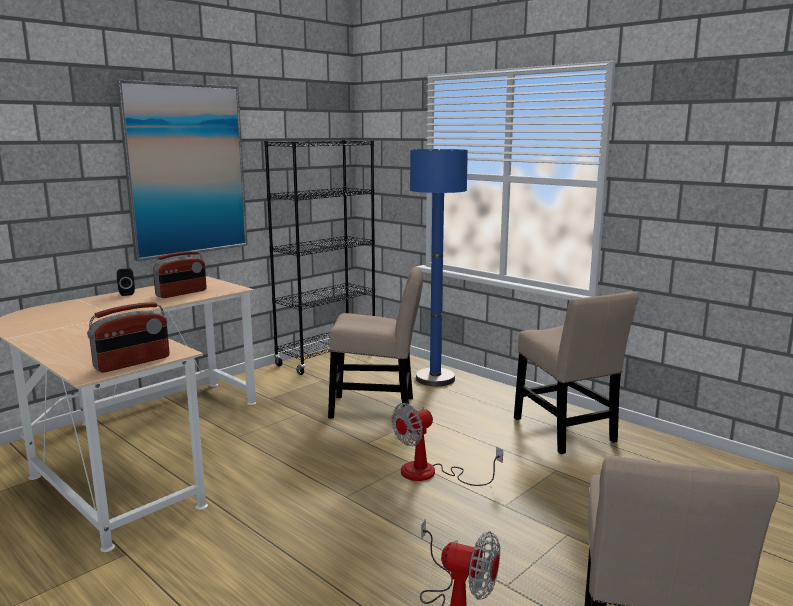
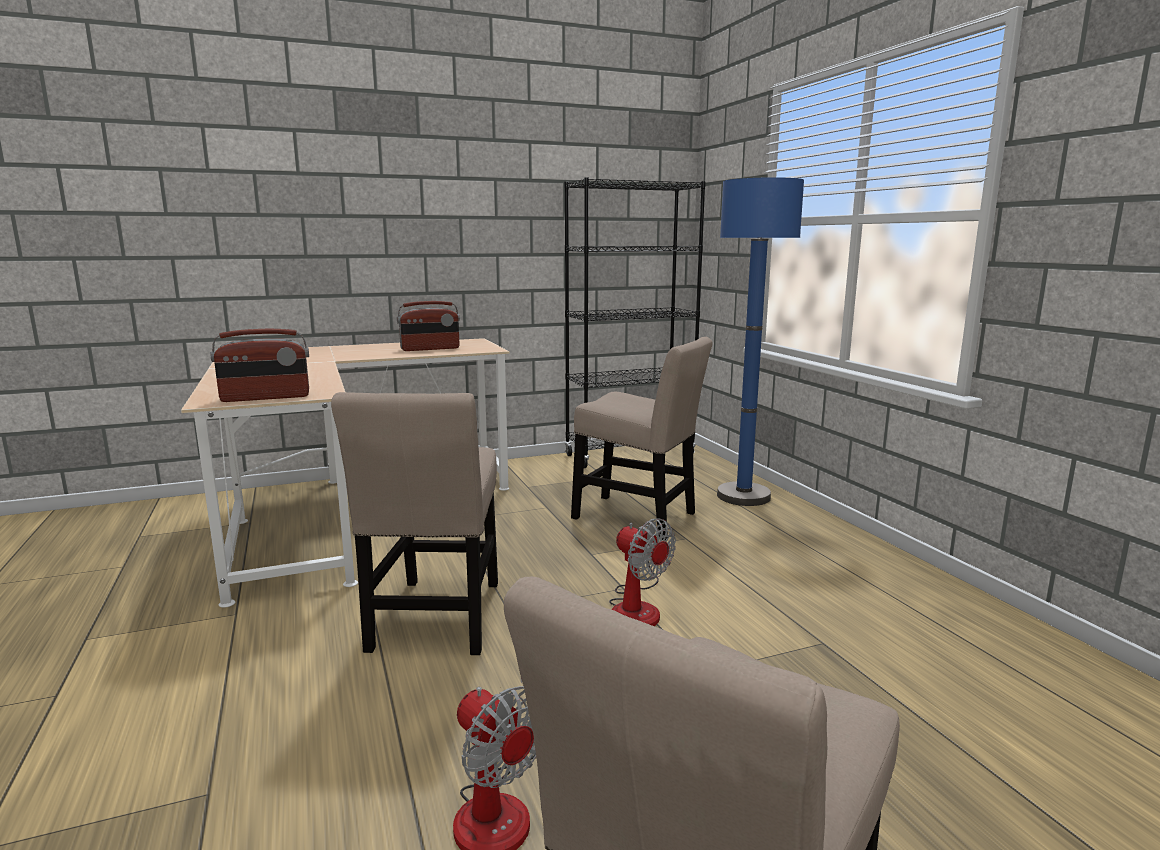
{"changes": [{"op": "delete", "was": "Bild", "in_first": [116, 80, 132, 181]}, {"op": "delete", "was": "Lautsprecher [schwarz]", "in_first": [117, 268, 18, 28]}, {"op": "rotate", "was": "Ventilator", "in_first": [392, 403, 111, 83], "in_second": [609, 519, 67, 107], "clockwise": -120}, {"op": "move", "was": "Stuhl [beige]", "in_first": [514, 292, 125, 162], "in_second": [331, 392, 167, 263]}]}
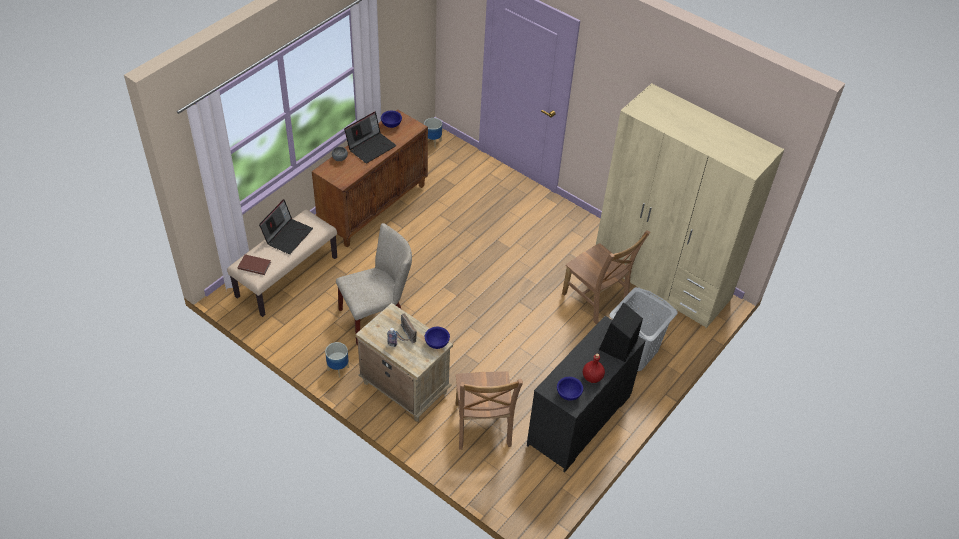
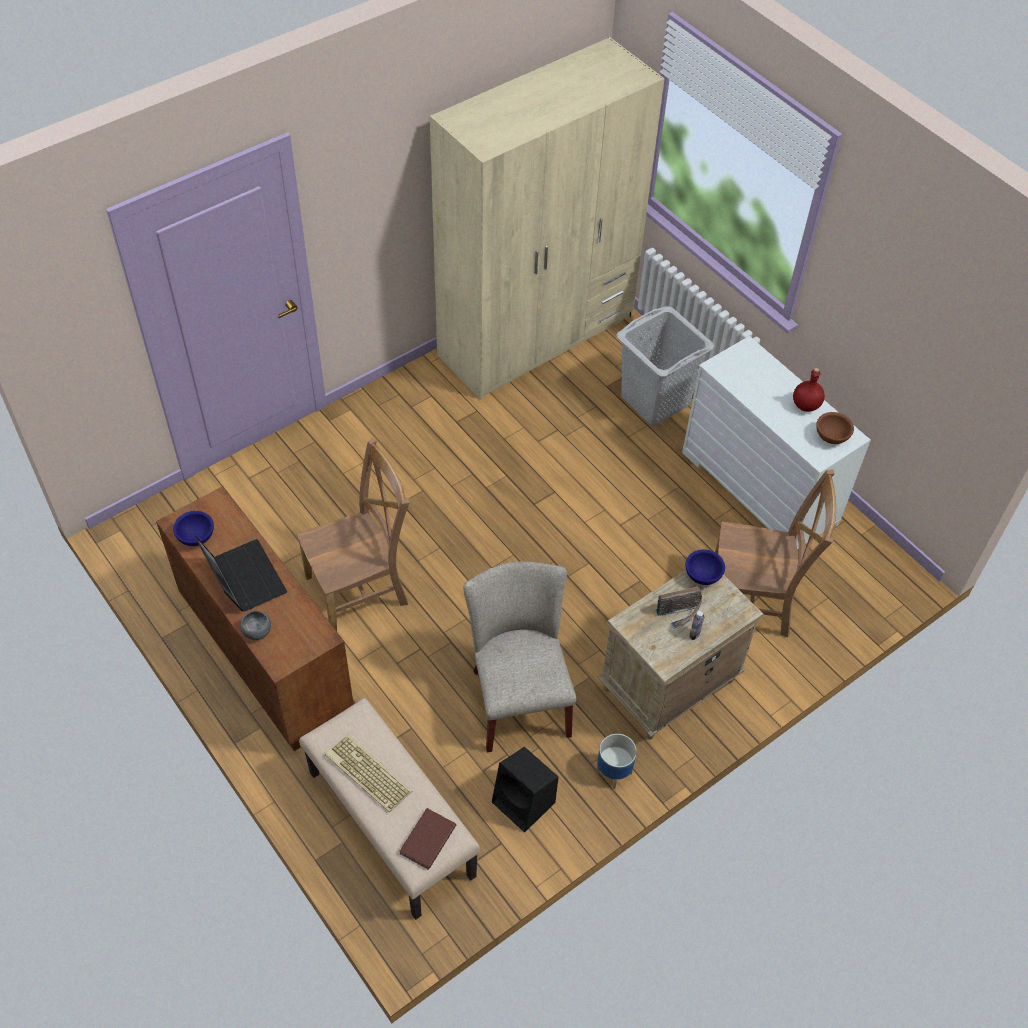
{"changes": [{"op": "replace", "was": "Laptop", "now": "Tastatur", "in_first": [259, 199, 54, 55], "in_second": [325, 734, 87, 78]}, {"op": "delete", "was": "Pflanzkübel", "in_first": [424, 118, 18, 30]}, {"op": "recolor", "was": "Kommode [schwarz]", "now": "Kommode [weiß]", "in_first": [527, 316, 118, 156], "in_second": [682, 336, 189, 213]}, {"op": "recolor", "was": "Schüssel [blau]", "now": "Schüssel [braun]", "in_first": [557, 377, 26, 24], "in_second": [816, 412, 38, 32]}, {"op": "move", "was": "Stuhl [braun]", "in_first": [562, 230, 88, 94], "in_second": [297, 438, 112, 193]}, {"op": "move", "was": "Lautsprecher [schwarz]", "in_first": [599, 302, 44, 60], "in_second": [492, 747, 67, 85]}]}
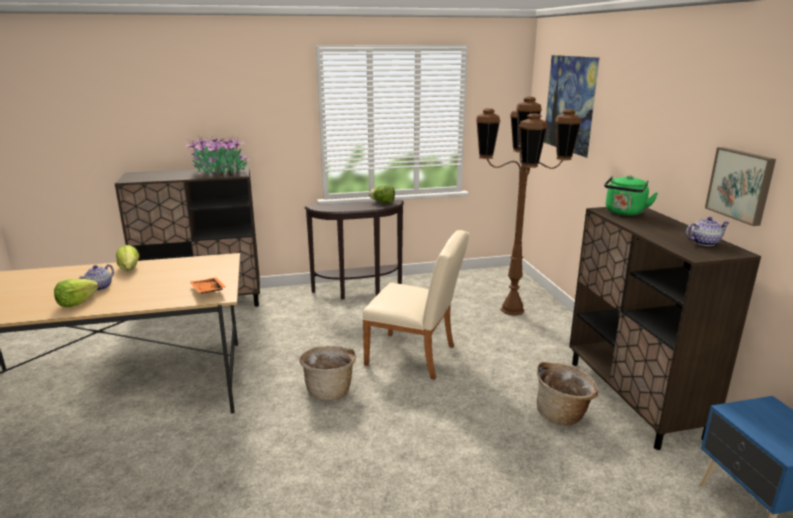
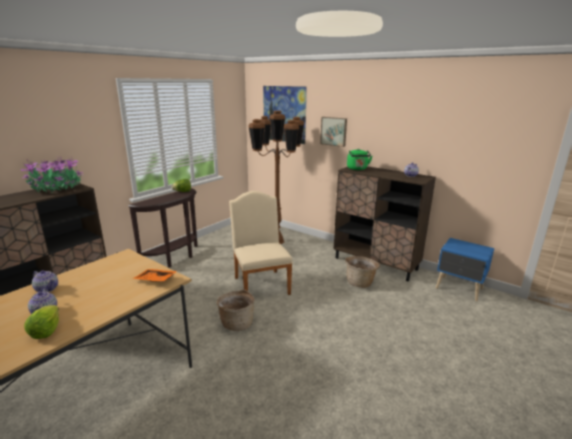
{"changes": [{"op": "replace", "was": "Salatkopf", "now": "Teekanne", "in_first": [116, 245, 24, 26], "in_second": [32, 270, 26, 22]}, {"op": "rotate", "was": "Stuhl [beige]", "in_first": [362, 230, 107, 150], "in_second": [229, 191, 64, 104], "clockwise": -90}, {"op": "move", "was": "Bild", "in_first": [705, 147, 71, 79], "in_second": [320, 117, 27, 30]}]}
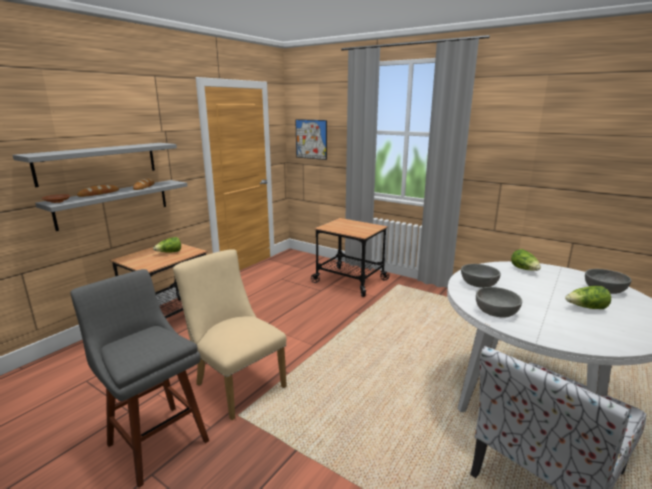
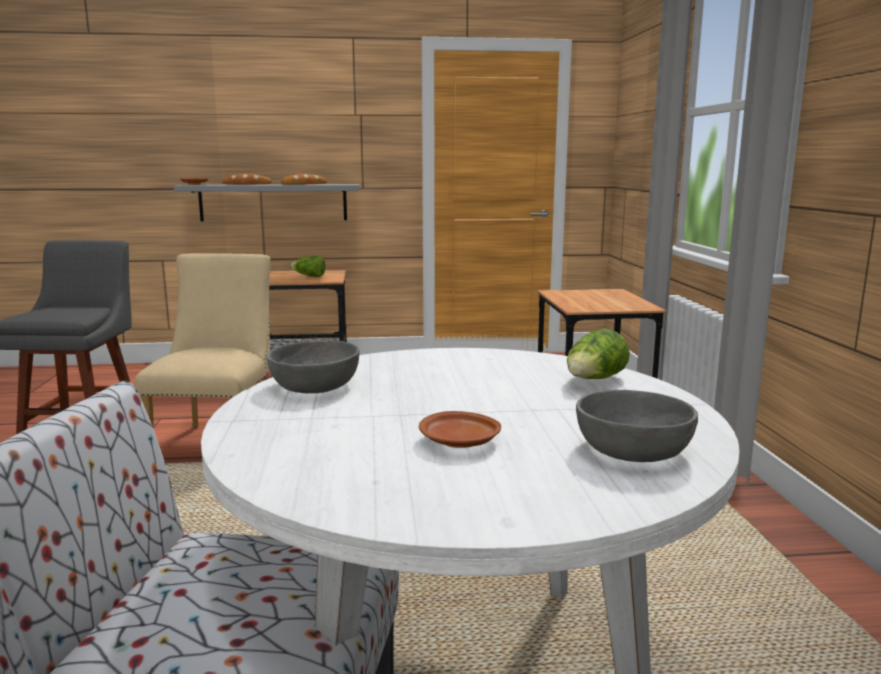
{"changes": [{"op": "delete", "was": "Wandregal [grau]", "in_first": [13, 143, 164, 44]}, {"op": "delete", "was": "Bild", "in_first": [295, 119, 32, 41]}, {"op": "delete", "was": "Schüssel [grau]", "in_first": [461, 264, 40, 24]}, {"op": "replace", "was": "Salatkopf", "now": "Teller [braun]", "in_first": [565, 286, 46, 23], "in_second": [419, 411, 82, 37]}]}
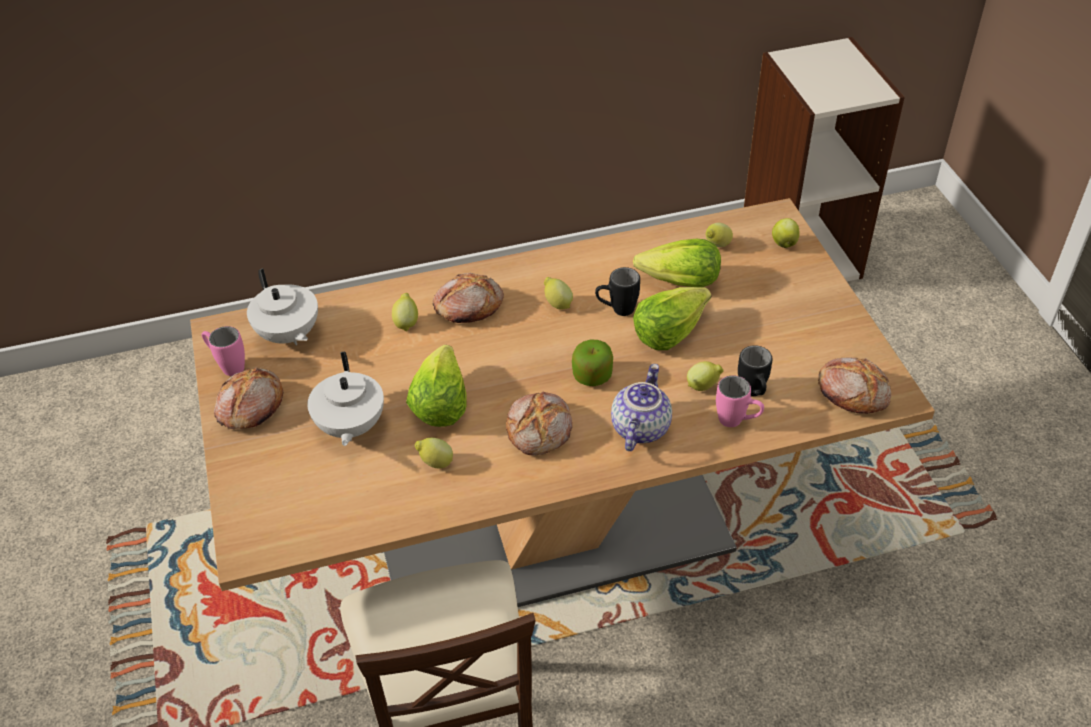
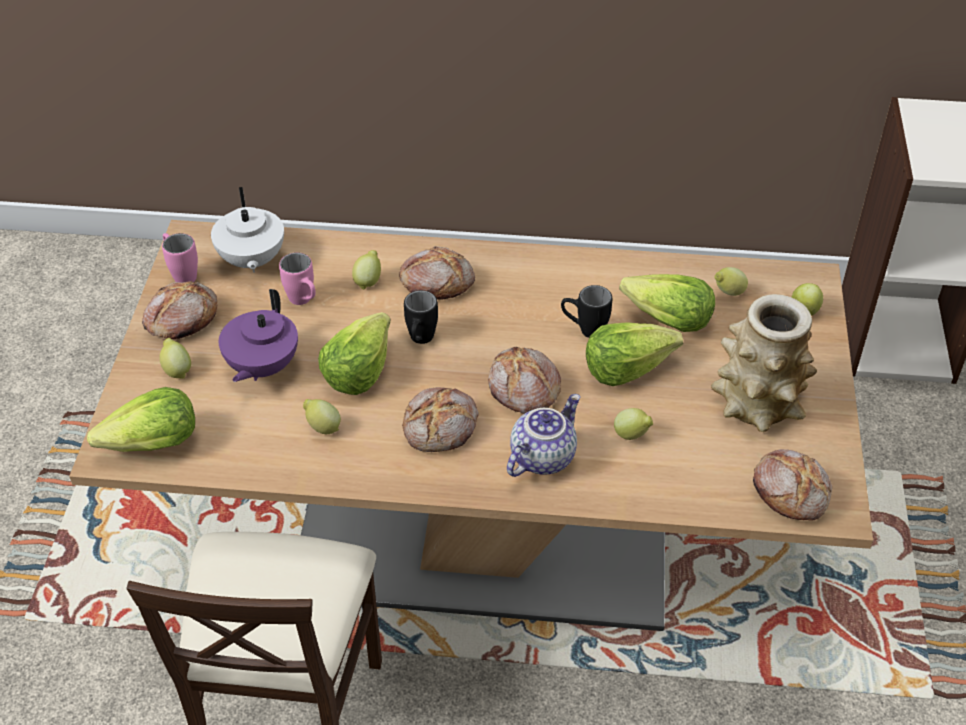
{"changes": [{"op": "recolor", "was": "Teekanne [weiß]", "now": "Teekanne [lila]", "in_first": [307, 352, 77, 94], "in_second": [219, 289, 79, 93]}, {"op": "move", "was": "Zitrone", "in_first": [544, 277, 29, 33], "in_second": [159, 338, 32, 41]}, {"op": "replace", "was": "Apfel", "now": "Brot", "in_first": [572, 339, 41, 47], "in_second": [488, 347, 73, 67]}, {"op": "move", "was": "Henkelbecher [rosa]", "in_first": [716, 375, 48, 52], "in_second": [279, 253, 37, 52]}, {"op": "move", "was": "Henkelbecher [schwarz]", "in_first": [738, 345, 34, 52], "in_second": [404, 290, 34, 54]}, {"op": "insert", "now": "Salatkopf", "in_second": [87, 387, 108, 65]}, {"op": "insert", "now": "Vase", "in_second": [711, 294, 106, 138]}]}
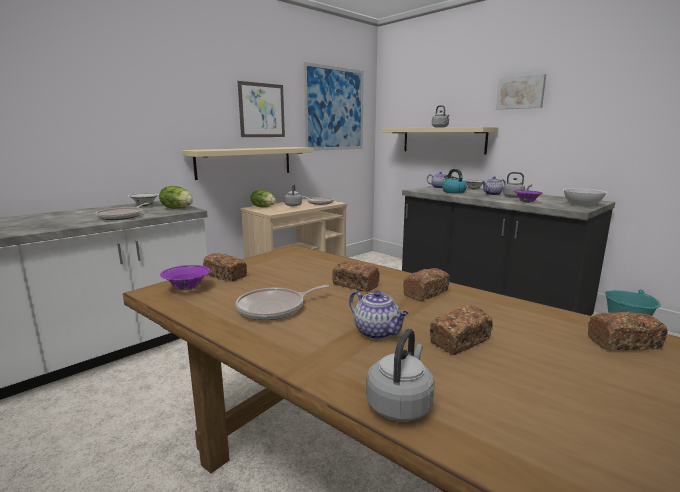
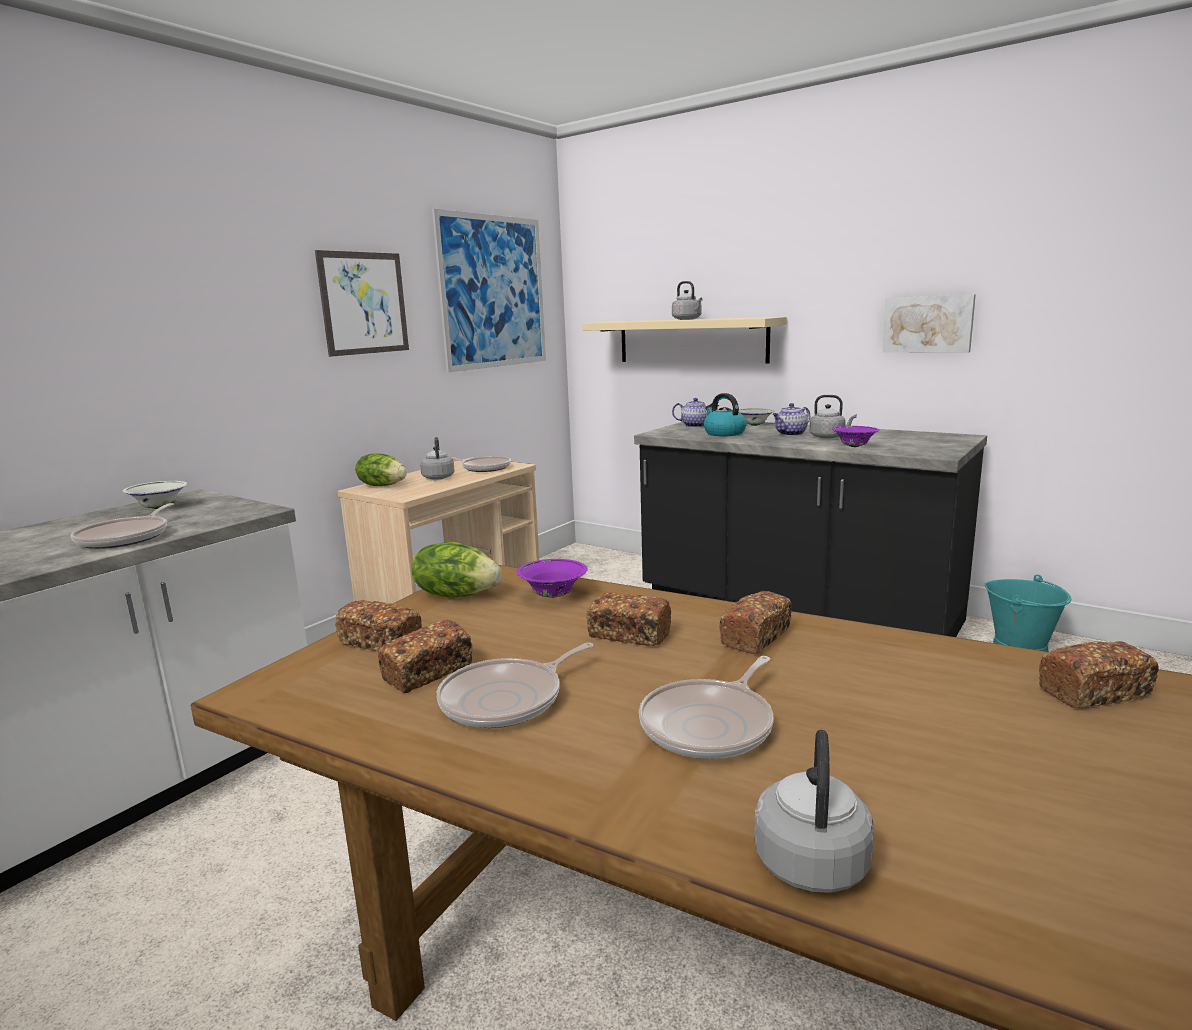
{"changes": [{"op": "move", "was": "Salatkopf", "in_first": [159, 186, 34, 23], "in_second": [411, 542, 91, 55]}, {"op": "move", "was": "Schüssel [lila]", "in_first": [160, 265, 50, 25], "in_second": [516, 559, 72, 39]}, {"op": "delete", "was": "Wandregal [beige]", "in_first": [181, 147, 133, 33]}, {"op": "replace", "was": "Teekanne", "now": "Pfanne", "in_first": [349, 290, 60, 49], "in_second": [639, 656, 135, 103]}, {"op": "move", "was": "Brot", "in_first": [429, 306, 64, 49], "in_second": [378, 620, 95, 73]}, {"op": "move", "was": "Bild", "in_first": [496, 74, 50, 36], "in_second": [882, 294, 94, 59]}, {"op": "delete", "was": "Schüssel [weiß]", "in_first": [563, 188, 44, 18]}]}
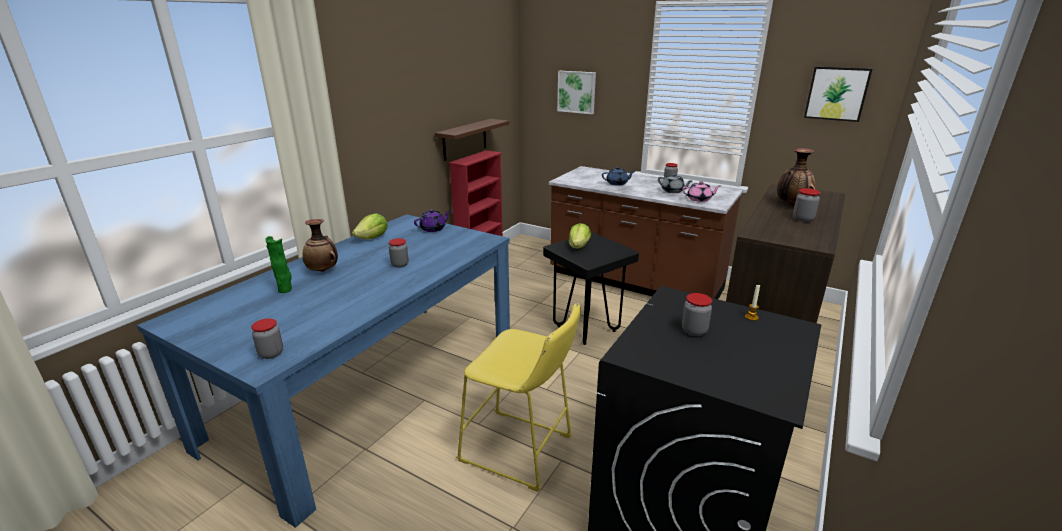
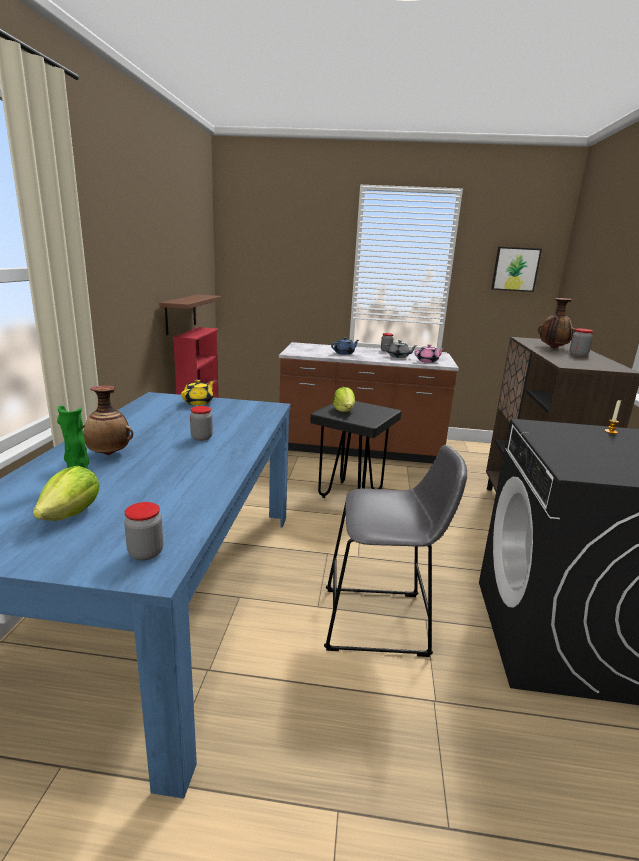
{"changes": [{"op": "move", "was": "Salatkopf", "in_first": [352, 213, 36, 26], "in_second": [33, 465, 67, 56]}, {"op": "recolor", "was": "Teekanne [lila]", "now": "Teekanne [gelb]", "in_first": [414, 210, 37, 22], "in_second": [181, 380, 34, 25]}, {"op": "recolor", "was": "Hocker [gelb]", "now": "Hocker [grau]", "in_first": [456, 303, 125, 189], "in_second": [324, 445, 143, 212]}, {"op": "delete", "was": "Bild", "in_first": [557, 71, 39, 43]}, {"op": "delete", "was": "Vorratsglas", "in_first": [682, 293, 30, 43]}]}
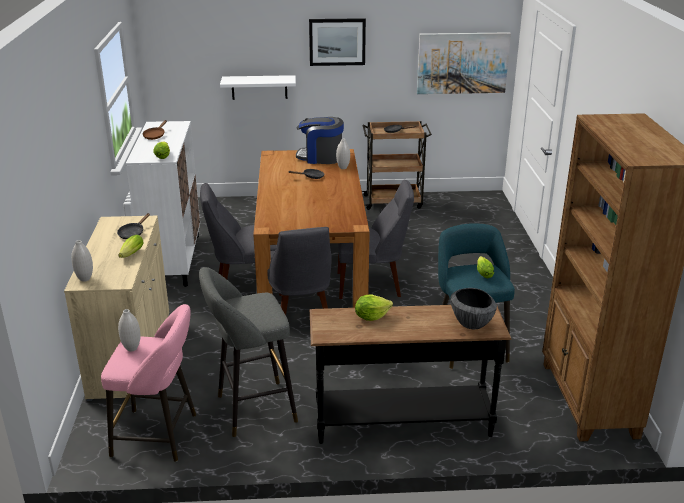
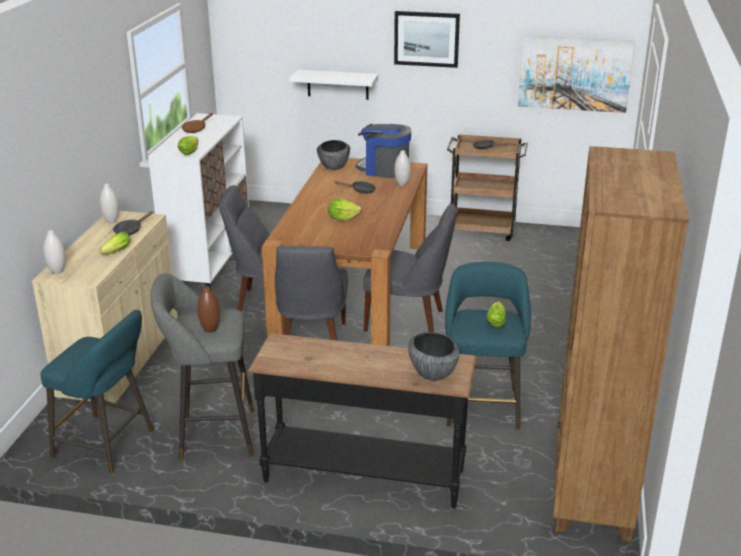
{"changes": [{"op": "recolor", "was": "Hocker [rosa]", "now": "Hocker [türkis]", "in_first": [101, 304, 95, 158], "in_second": [40, 310, 114, 164]}, {"op": "move", "was": "Vase [weiß]", "in_first": [118, 309, 22, 42], "in_second": [99, 184, 20, 39]}, {"op": "move", "was": "Salatkopf", "in_first": [355, 295, 38, 26], "in_second": [328, 198, 33, 23]}, {"op": "insert", "now": "Vase [braun]", "in_second": [197, 286, 23, 46]}, {"op": "insert", "now": "Schüssel", "in_second": [317, 140, 33, 30]}]}
